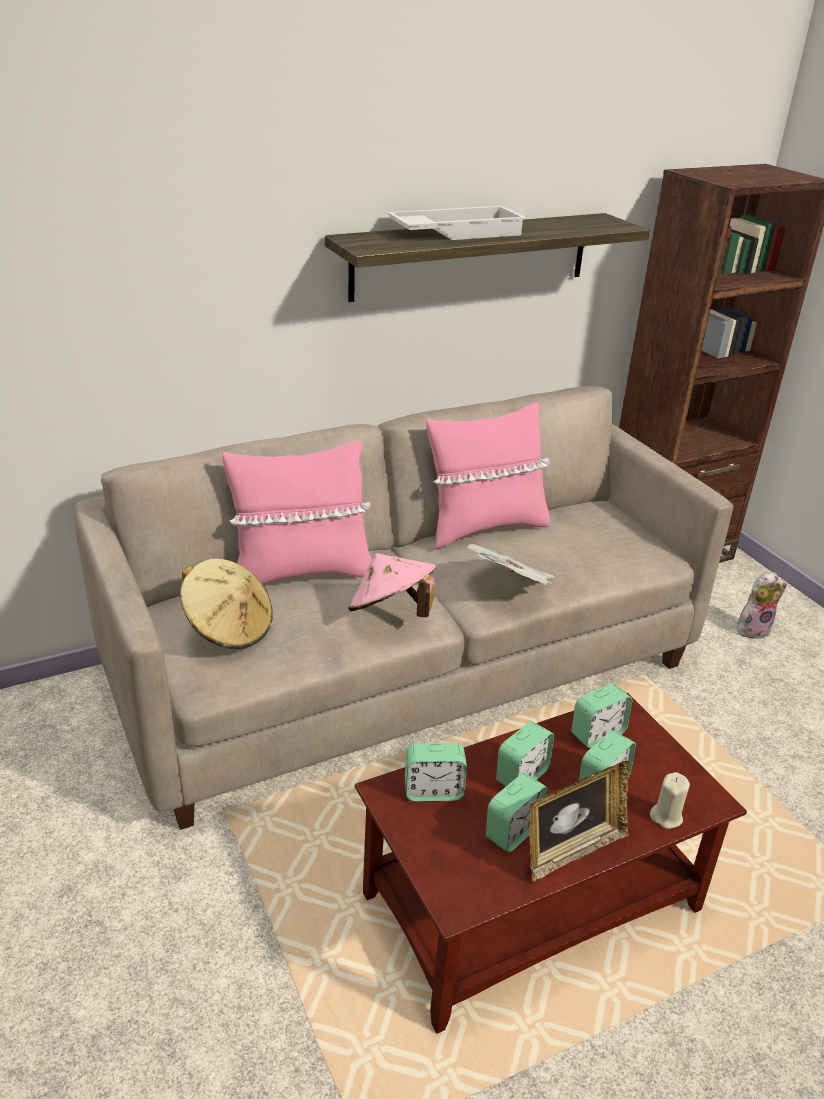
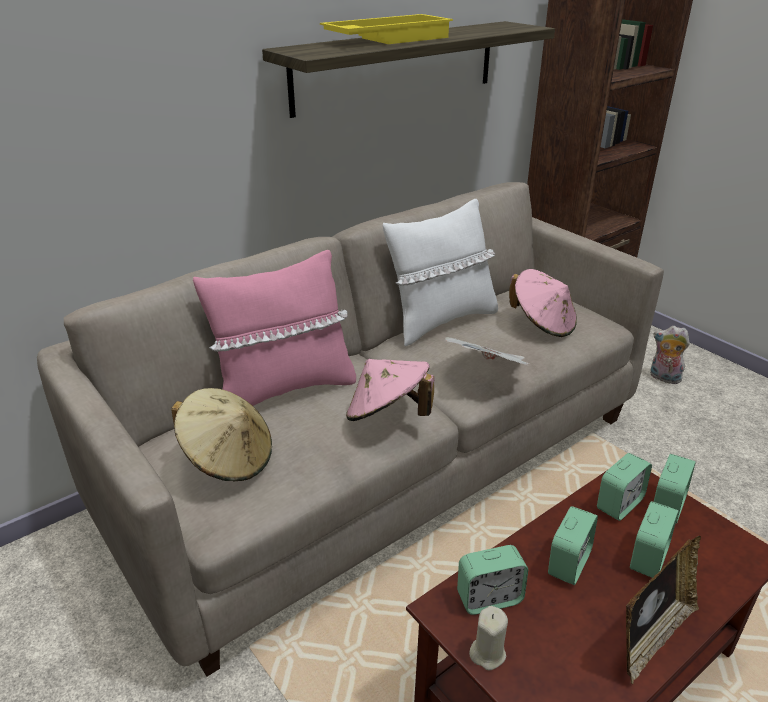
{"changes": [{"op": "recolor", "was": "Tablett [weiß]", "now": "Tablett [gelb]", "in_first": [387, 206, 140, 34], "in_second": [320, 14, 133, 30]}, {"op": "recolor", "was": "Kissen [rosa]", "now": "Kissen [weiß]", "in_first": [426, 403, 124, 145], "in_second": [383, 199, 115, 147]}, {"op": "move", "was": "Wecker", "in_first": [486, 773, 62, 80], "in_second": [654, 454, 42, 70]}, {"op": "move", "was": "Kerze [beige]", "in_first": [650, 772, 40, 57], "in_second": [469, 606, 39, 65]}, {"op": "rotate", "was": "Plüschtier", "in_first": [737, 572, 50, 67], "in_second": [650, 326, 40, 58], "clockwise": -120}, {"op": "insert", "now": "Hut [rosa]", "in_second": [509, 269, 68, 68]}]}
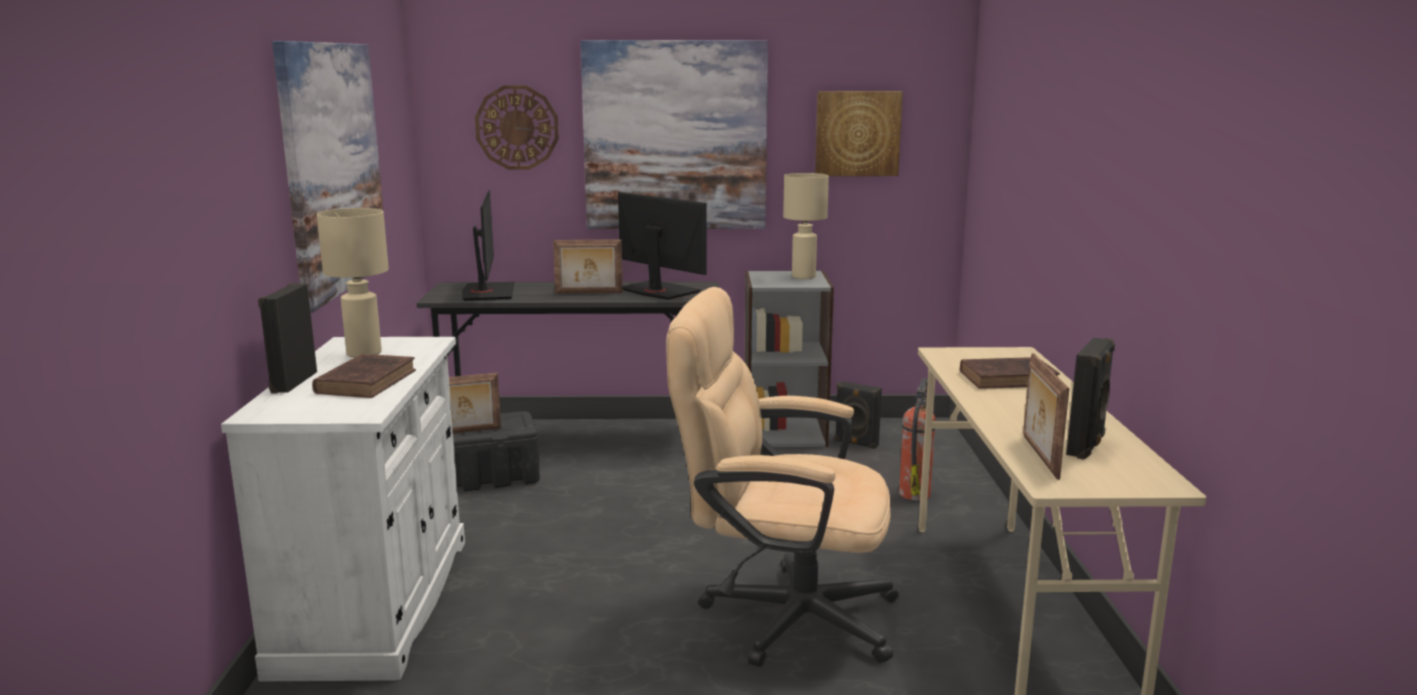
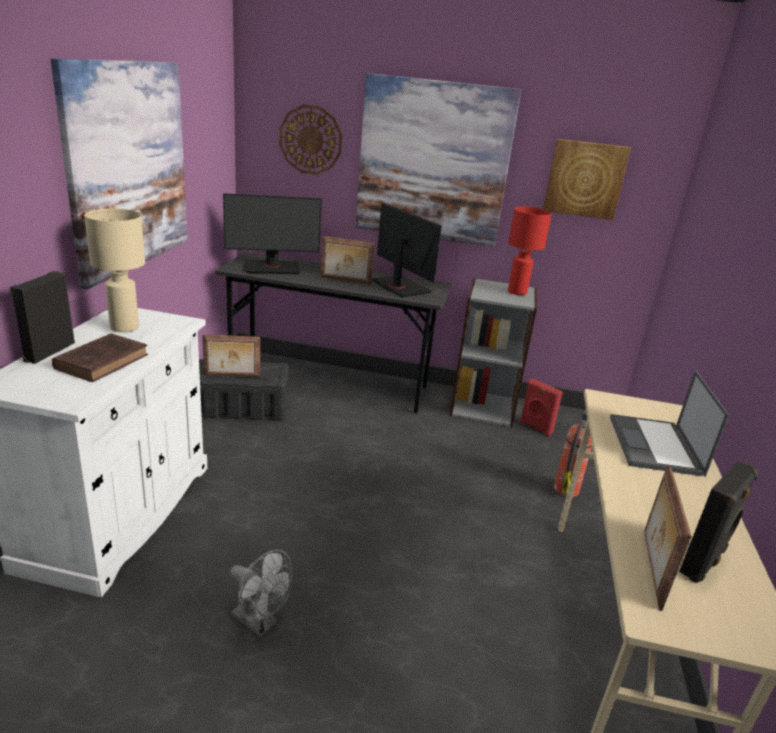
{"changes": [{"op": "rotate", "was": "Monitor", "in_first": [462, 190, 52, 111], "in_second": [223, 193, 99, 81], "clockwise": 75}, {"op": "delete", "was": "Bürostuhl [beige]", "in_first": [666, 287, 233, 380]}, {"op": "recolor", "was": "Tischlampe [beige]", "now": "Tischlampe [rot]", "in_first": [783, 173, 46, 106], "in_second": [508, 206, 44, 89]}, {"op": "recolor", "was": "Lautsprecher [schwarz]", "now": "Lautsprecher [rot]", "in_first": [835, 381, 47, 68], "in_second": [520, 379, 43, 57]}, {"op": "replace", "was": "Buch [braun]", "now": "Laptop", "in_first": [960, 357, 100, 32], "in_second": [610, 370, 119, 107]}, {"op": "insert", "now": "Ventilator [grau]", "in_second": [230, 550, 63, 87]}]}
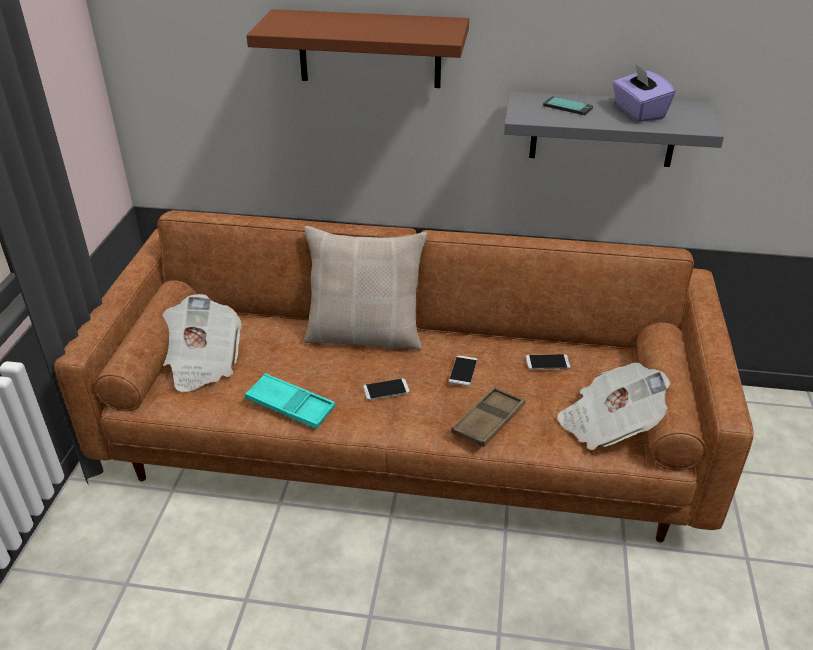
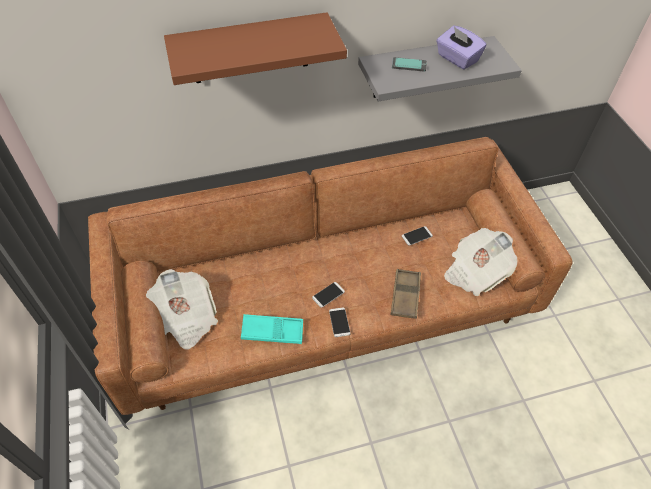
{"changes": [{"op": "delete", "was": "Kissen [beige]", "in_first": [304, 226, 123, 124]}, {"op": "move", "was": "Handy", "in_first": [449, 355, 29, 31], "in_second": [329, 307, 21, 30]}]}
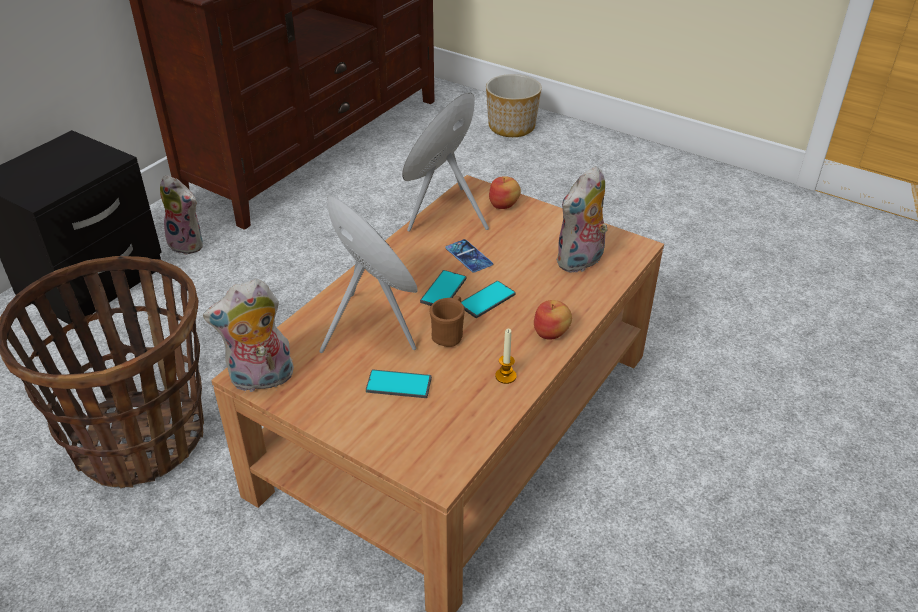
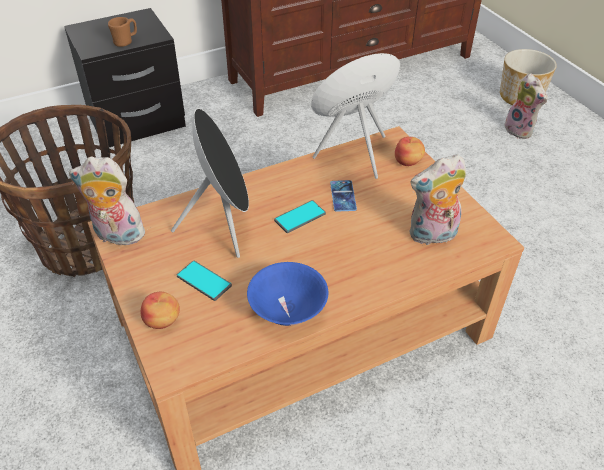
{"changes": [{"op": "move", "was": "Plüschtier", "in_first": [160, 175, 43, 80], "in_second": [505, 73, 43, 66]}, {"op": "move", "was": "Henkelbecher [braun]", "in_first": [429, 295, 36, 52], "in_second": [108, 17, 29, 30]}, {"op": "delete", "was": "Handy", "in_first": [461, 281, 55, 37]}, {"op": "replace", "was": "Kerze", "now": "Schüssel [blau]", "in_first": [495, 329, 22, 55], "in_second": [247, 262, 81, 64]}, {"op": "move", "was": "Apfel", "in_first": [534, 300, 38, 39], "in_second": [140, 292, 40, 37]}]}
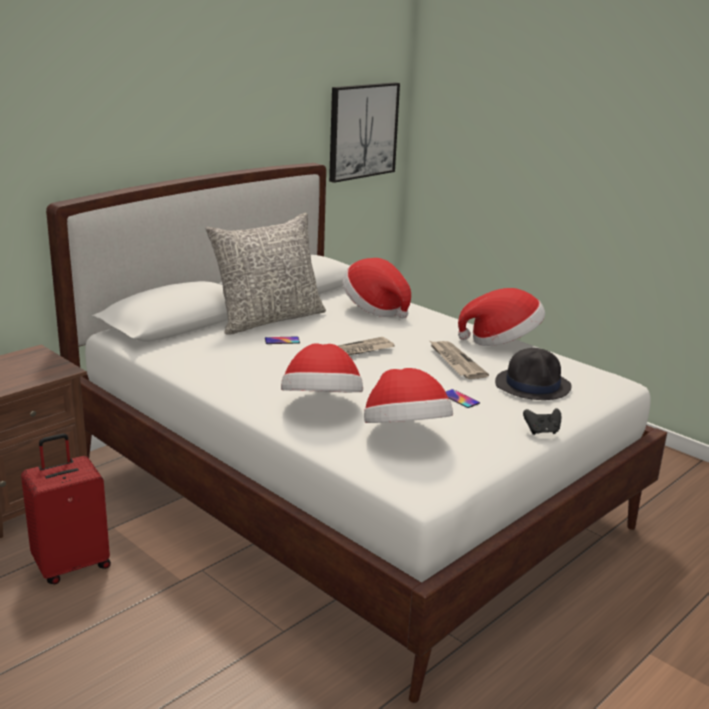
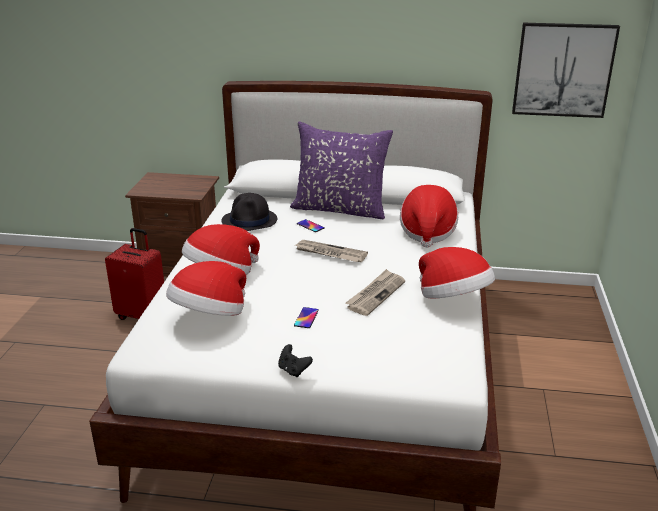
{"changes": [{"op": "recolor", "was": "Kissen [grau]", "now": "Kissen [lila]", "in_first": [205, 213, 121, 122], "in_second": [290, 121, 103, 98]}, {"op": "move", "was": "Hut [schwarz]", "in_first": [495, 348, 77, 52], "in_second": [221, 193, 56, 38]}]}
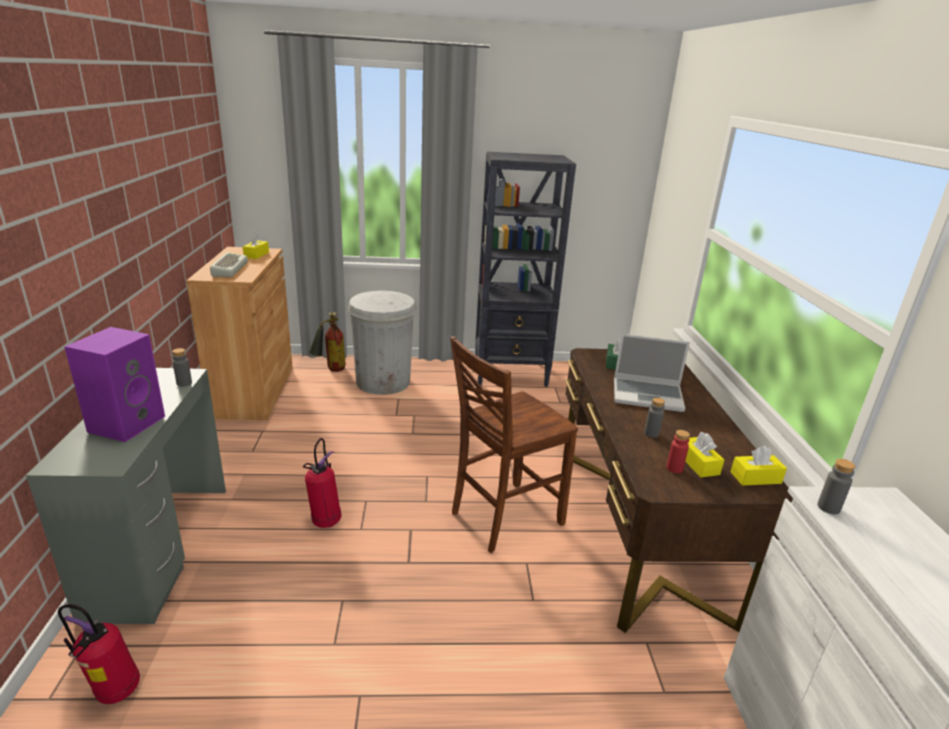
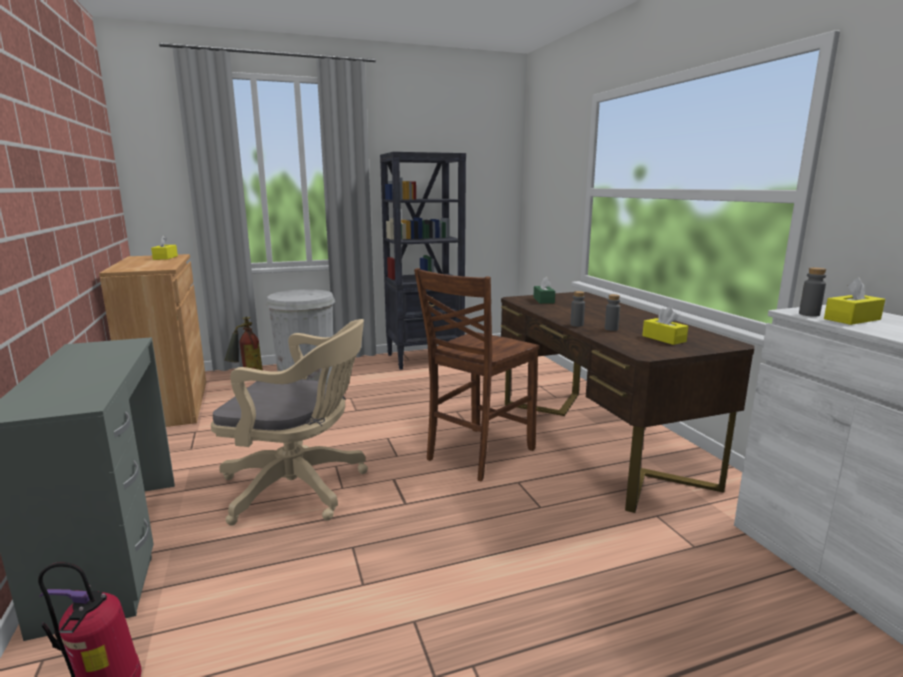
{"changes": [{"op": "delete", "was": "Lautsprecher [lila]", "in_first": [64, 327, 101, 115]}, {"op": "move", "was": "Flasche [grau]", "in_first": [172, 348, 20, 39], "in_second": [570, 291, 15, 36]}, {"op": "delete", "was": "Tastatur", "in_first": [210, 252, 38, 25]}, {"op": "replace", "was": "Feuerlöscher", "now": "Bürostuhl [beige]", "in_first": [303, 438, 38, 90], "in_second": [211, 319, 157, 207]}, {"op": "delete", "was": "Laptop", "in_first": [614, 334, 76, 78]}, {"op": "delete", "was": "Flasche [rot]", "in_first": [666, 430, 24, 43]}, {"op": "move", "was": "Taschentuchbox [gelb]", "in_first": [731, 446, 56, 40], "in_second": [824, 277, 61, 48]}]}
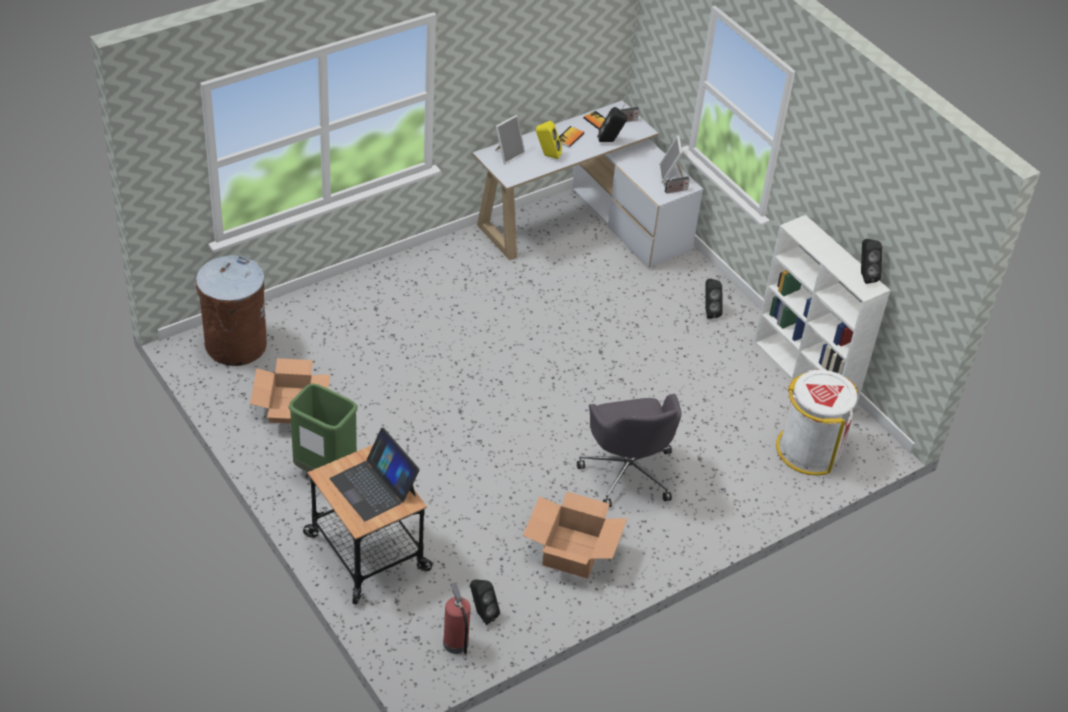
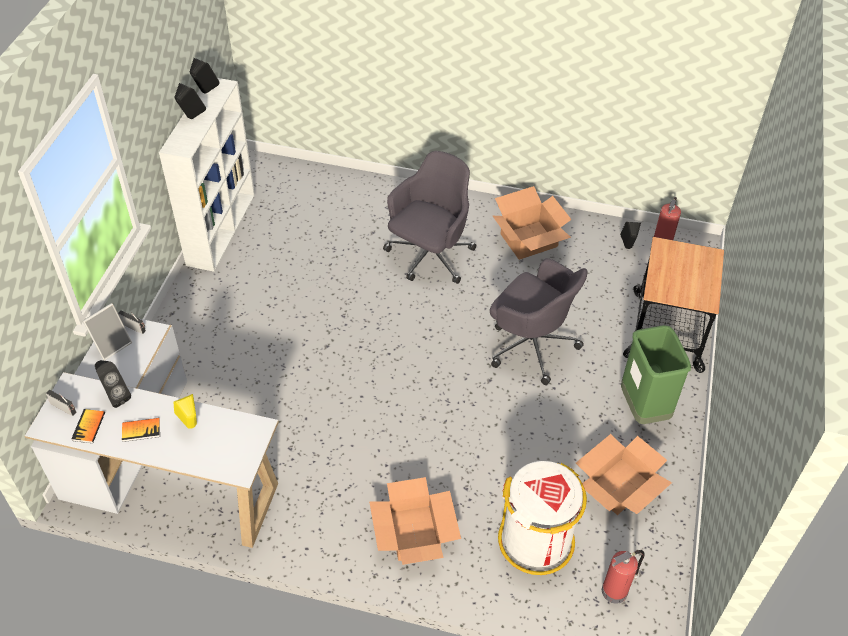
{"changes": [{"op": "replace", "was": "Mülleimer [braun]", "now": "Feuerlöscher", "in_first": [196, 255, 71, 111], "in_second": [602, 550, 43, 54]}, {"op": "delete", "was": "Laptop", "in_first": [330, 428, 90, 93]}, {"op": "delete", "was": "Bilderrahmen", "in_first": [495, 115, 30, 49]}, {"op": "move", "was": "Lautsprecher [schwarz]", "in_first": [705, 279, 17, 40], "in_second": [174, 83, 32, 36]}, {"op": "move", "was": "Mülleimer [weiß]", "in_first": [776, 369, 82, 106], "in_second": [498, 461, 89, 114]}, {"op": "insert", "now": "Karton", "in_second": [369, 477, 92, 88]}, {"op": "insert", "now": "Bürostuhl [grau]", "in_second": [490, 258, 97, 127]}]}
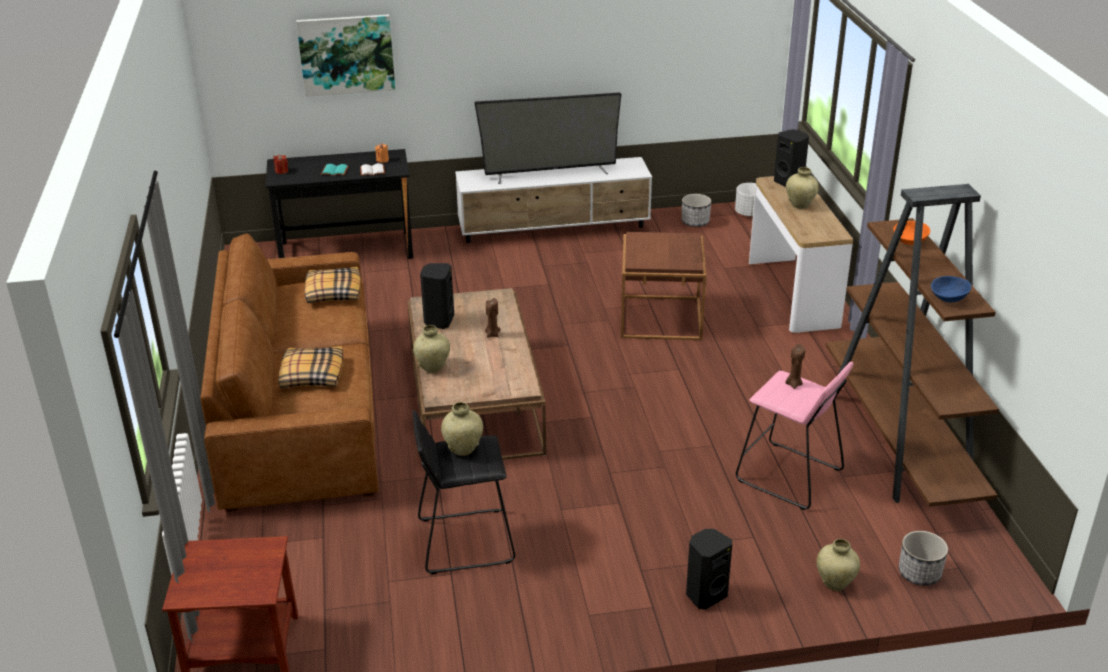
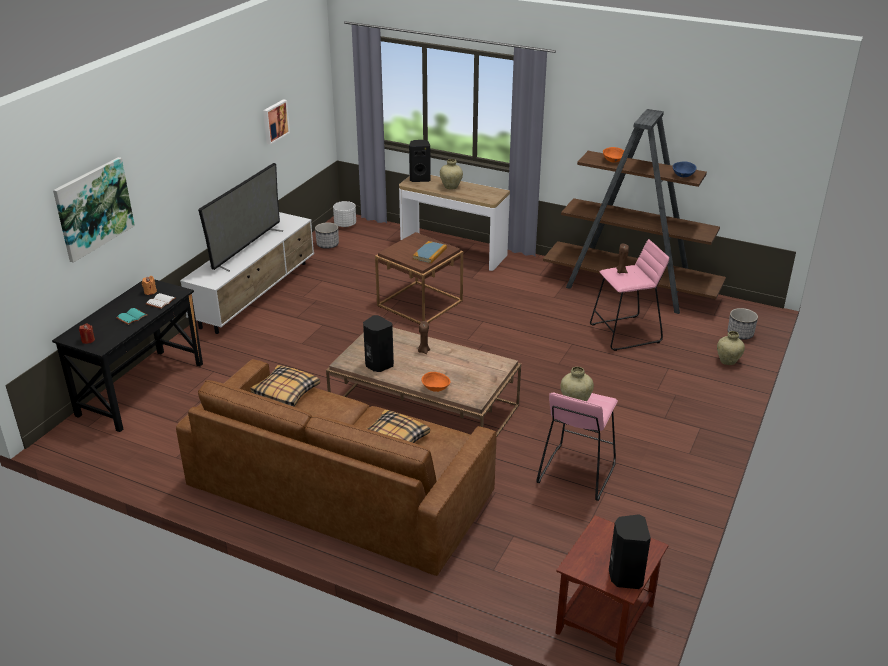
{"changes": [{"op": "recolor", "was": "Hocker [schwarz]", "now": "Hocker [rosa]", "in_first": [412, 410, 103, 164], "in_second": [536, 393, 82, 108]}, {"op": "replace", "was": "Vase [beige]", "now": "Schüssel [orange]", "in_first": [413, 325, 37, 48], "in_second": [421, 372, 30, 20]}, {"op": "move", "was": "Lautsprecher [schwarz]", "in_first": [686, 529, 46, 81], "in_second": [609, 514, 42, 75]}, {"op": "insert", "now": "Bild", "in_second": [263, 99, 27, 46]}, {"op": "insert", "now": "Buch", "in_second": [413, 241, 34, 22]}]}
